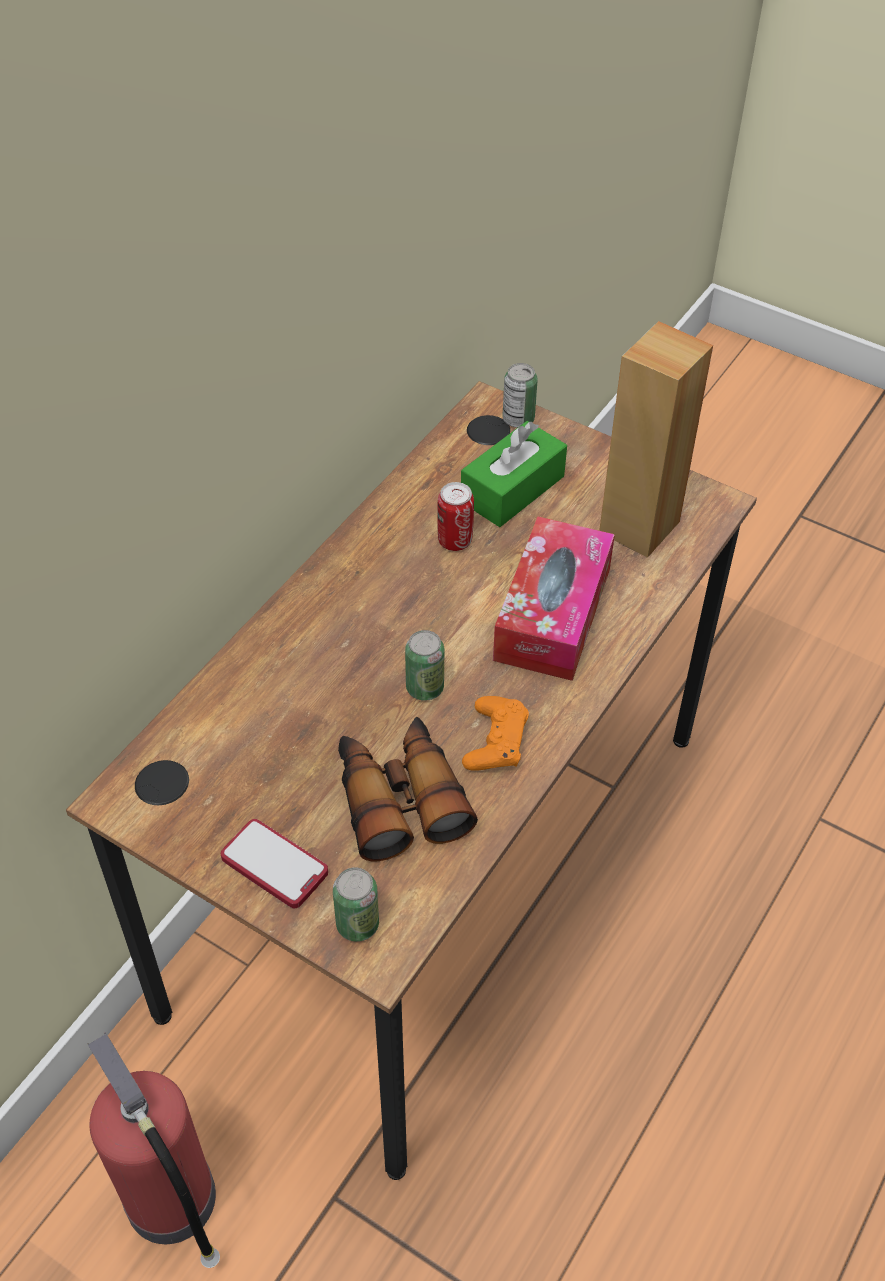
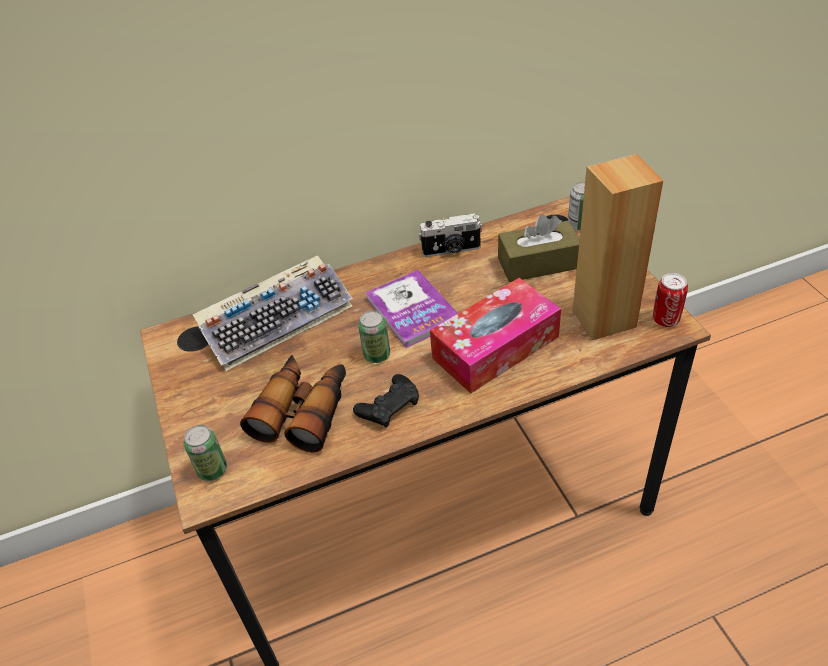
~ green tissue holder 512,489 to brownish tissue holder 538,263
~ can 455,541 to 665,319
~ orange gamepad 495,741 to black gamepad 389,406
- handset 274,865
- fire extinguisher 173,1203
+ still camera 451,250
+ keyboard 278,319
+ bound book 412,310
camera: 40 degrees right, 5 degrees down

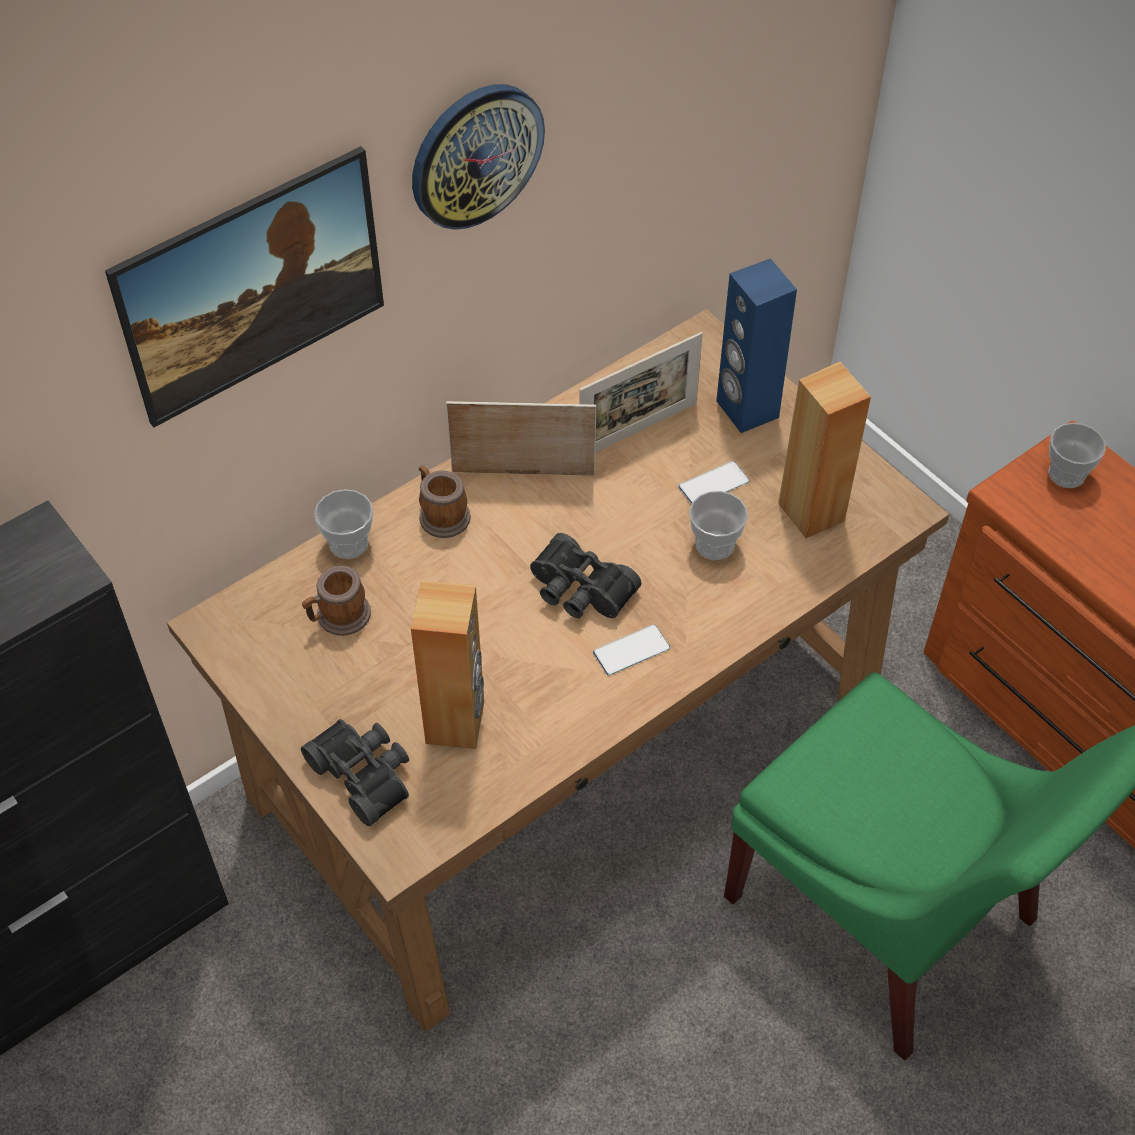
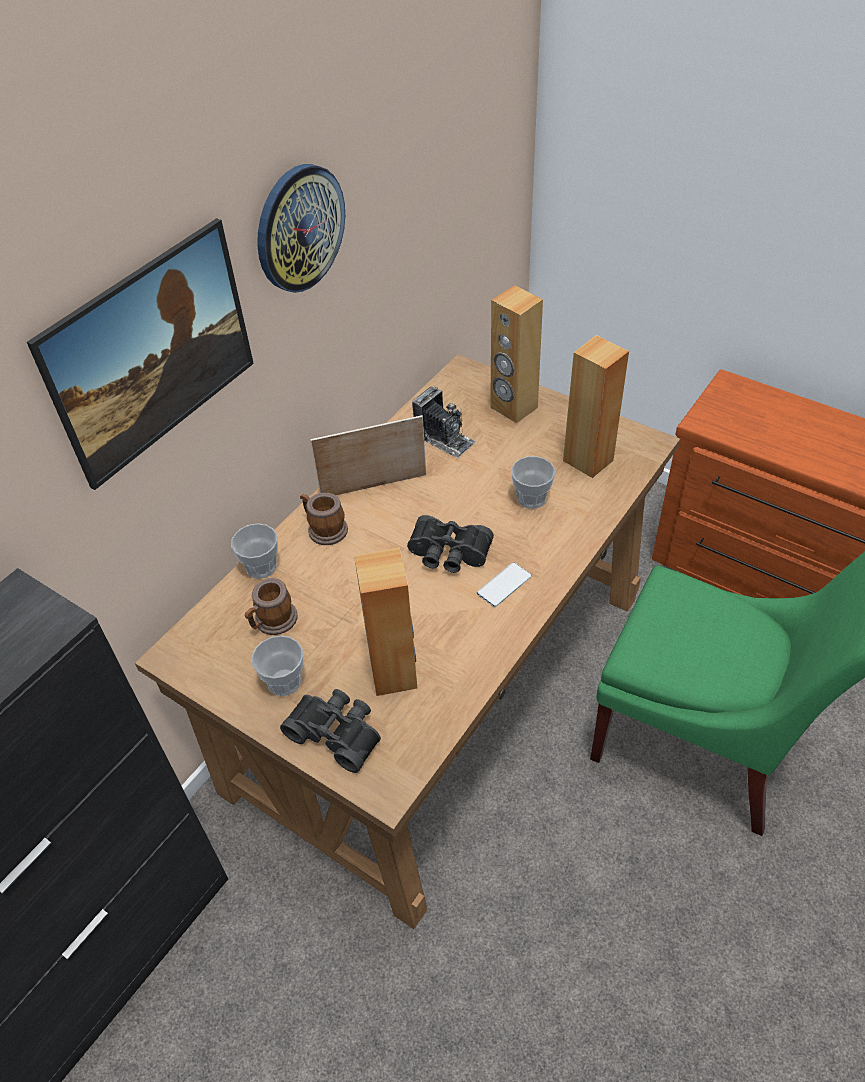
~ bluish speaker 746,409 to brownish speaker 513,408
~ standing frame 638,430 to still camera 444,439
~ cup 1066,474 to 284,681
- handset 713,484
camera: 15 degrees left, 5 degrees down

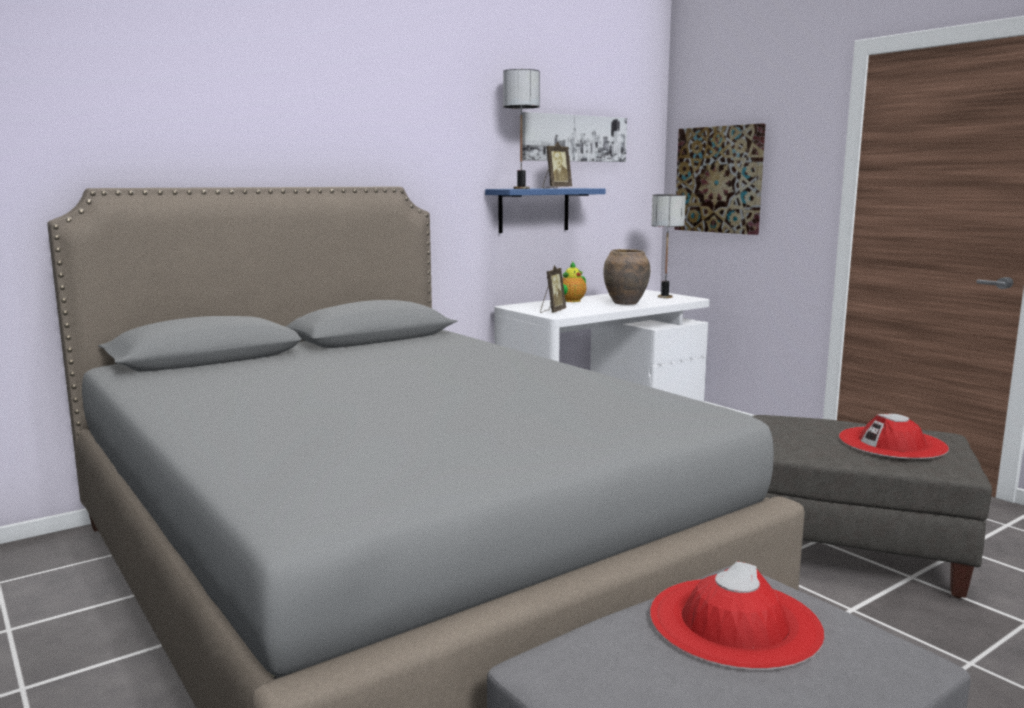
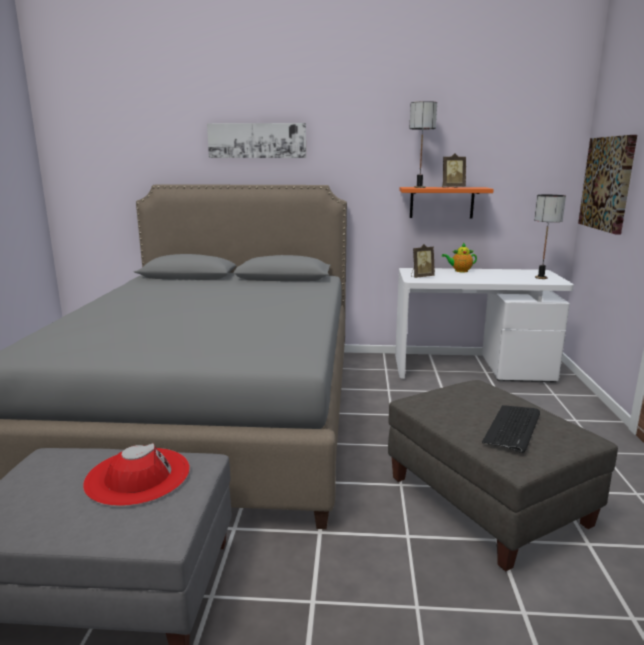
~ wall art 574,138 to 257,140
~ bluish shelf 534,210 to orange shelf 441,202
- brownish flower vase 625,303
~ reddish hat 892,443 to keyboard 513,428
camera: 40 degrees right, 5 degrees up

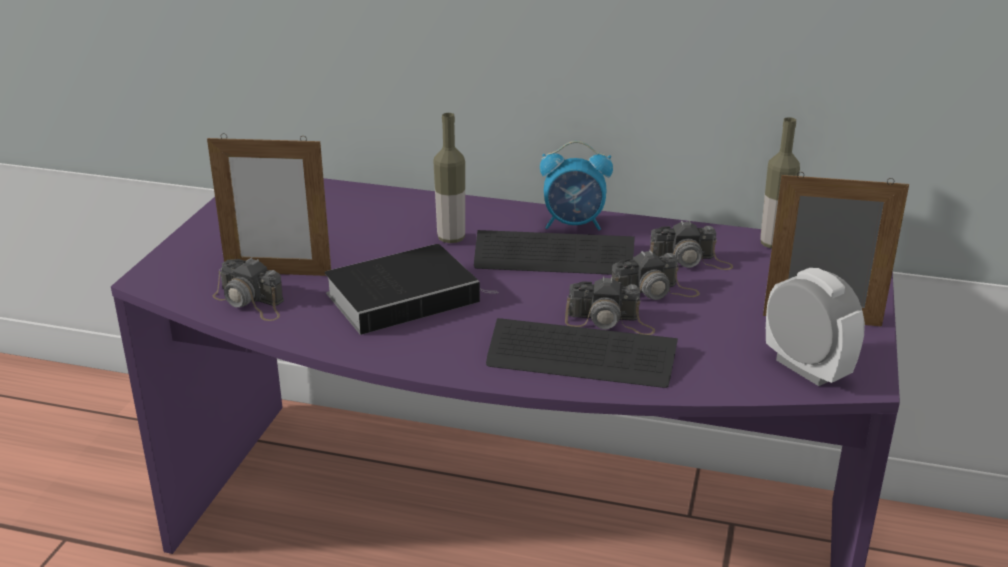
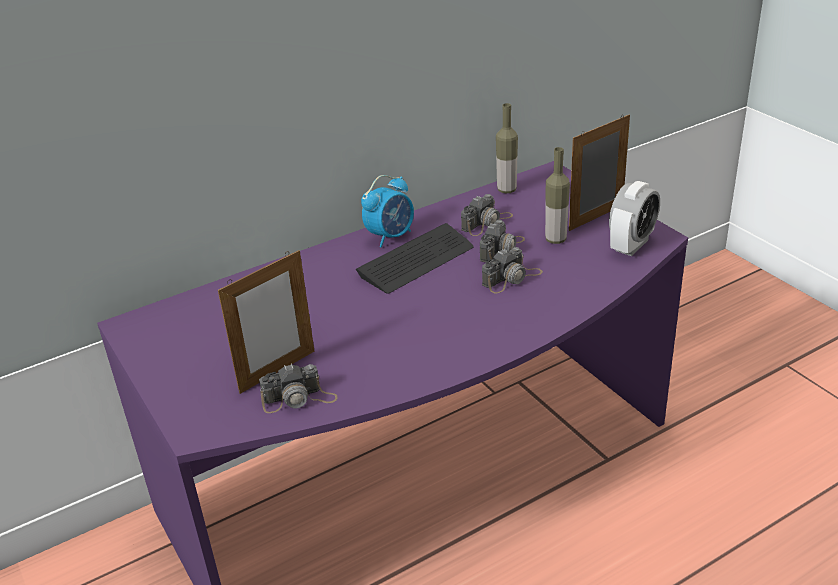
~ drink bottle 451,238 to 555,239
- bound book 406,295
~ bedside clock 806,368 = 631,245 120 degrees clockwise
- keyboard 581,356
camera: 45 degrees left, 5 degrees up

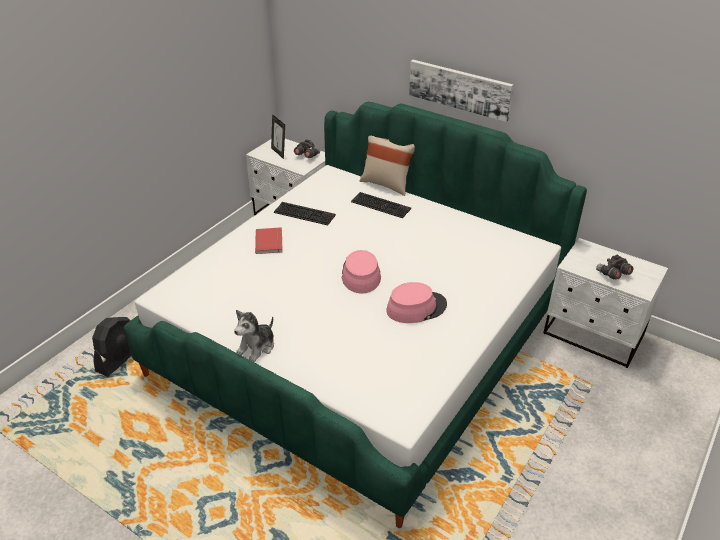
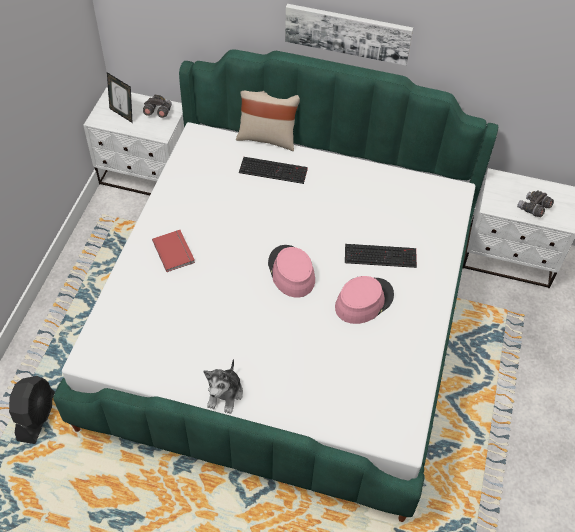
~ keyboard 305,213 to 381,255
camera: 20 degrees left, 15 degrees up

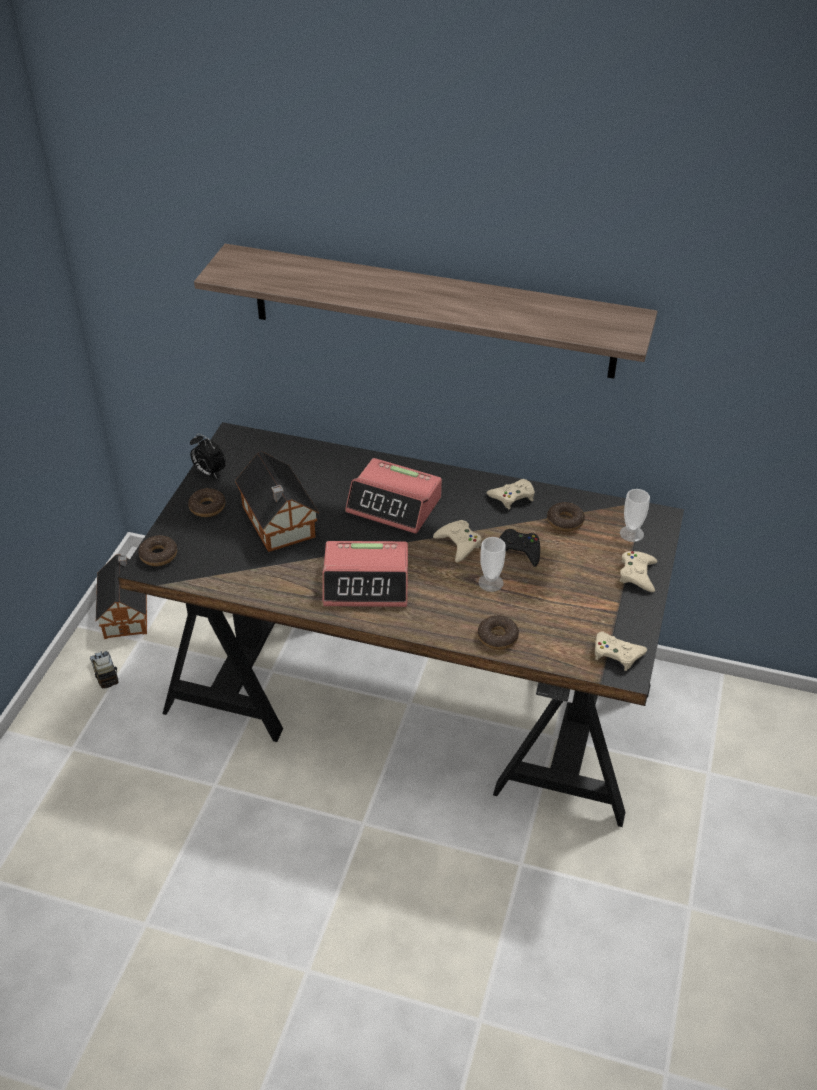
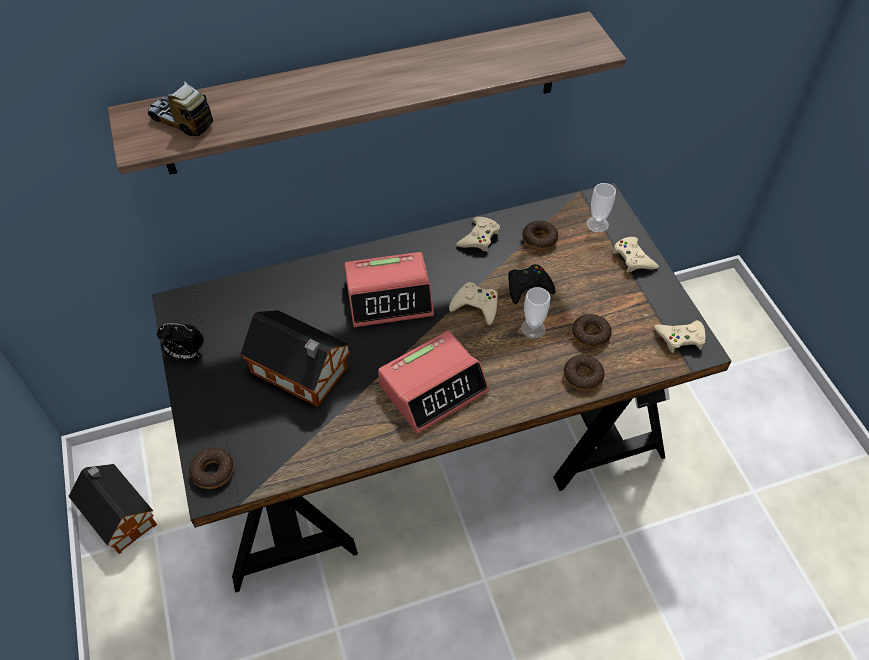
~ ring doughnut 207,507 to 590,335
~ toy lorry 105,673 to 182,122
camera: 35 degrees left, 10 degrees up

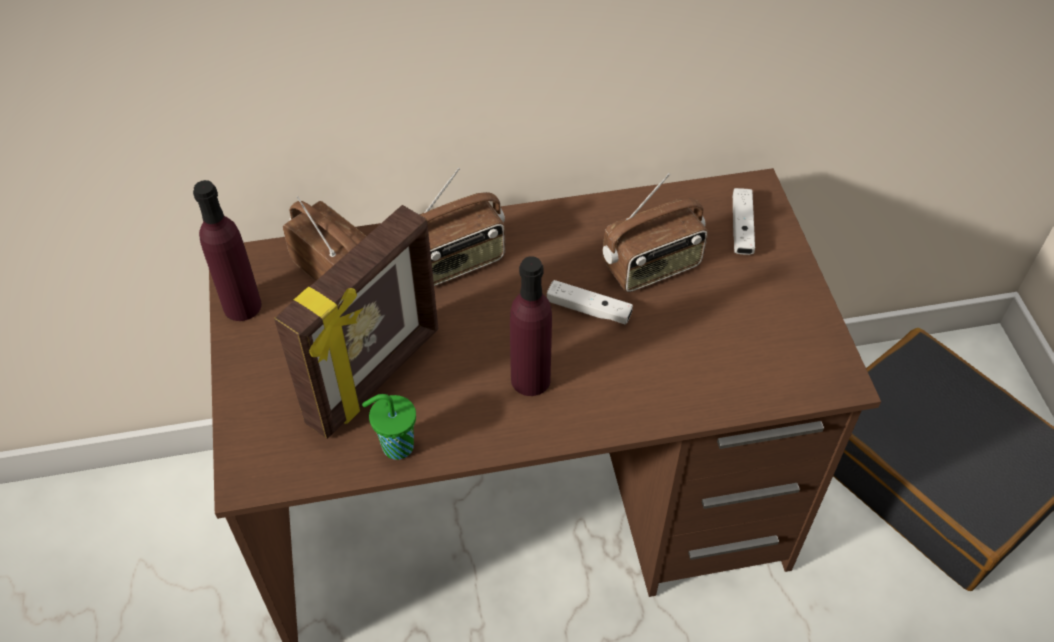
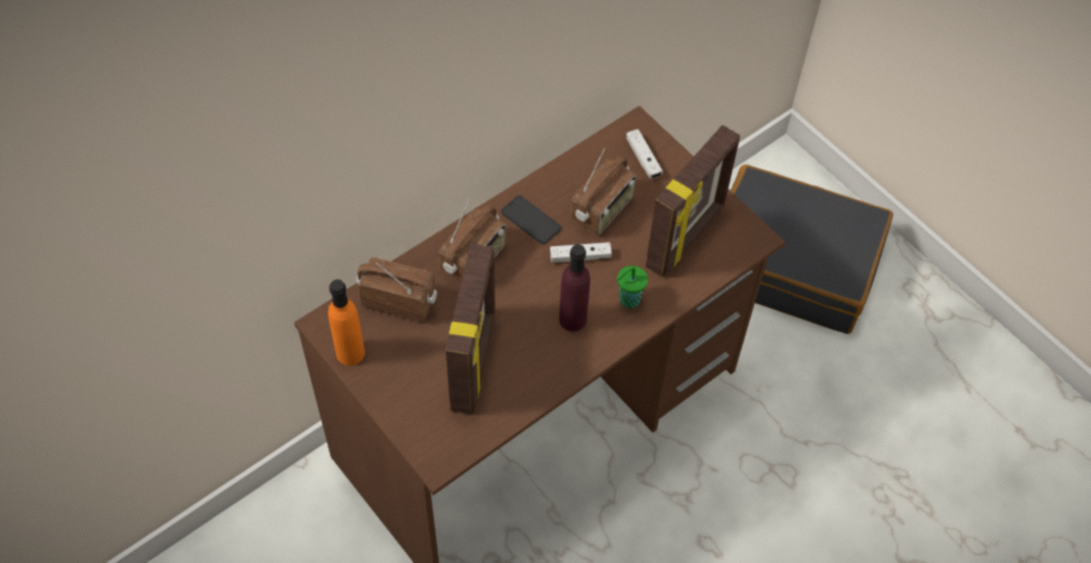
~ purple drink bottle 242,306 to orange drink bottle 350,353
~ green cup 395,446 to 628,300
+ standing frame 686,237
+ handset 531,220
camera: 30 degrees left, 5 degrees up

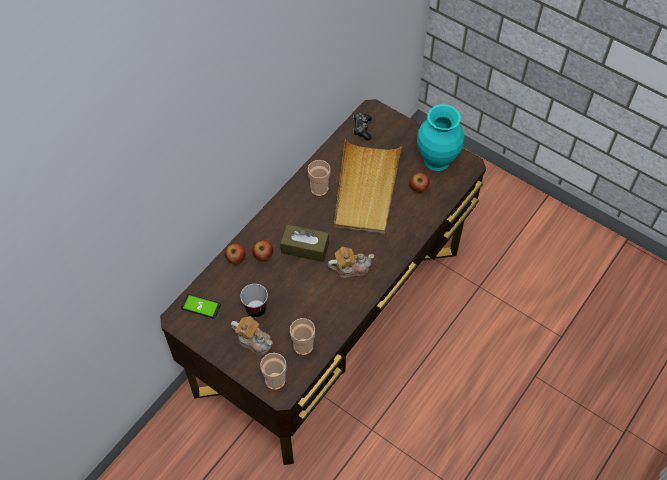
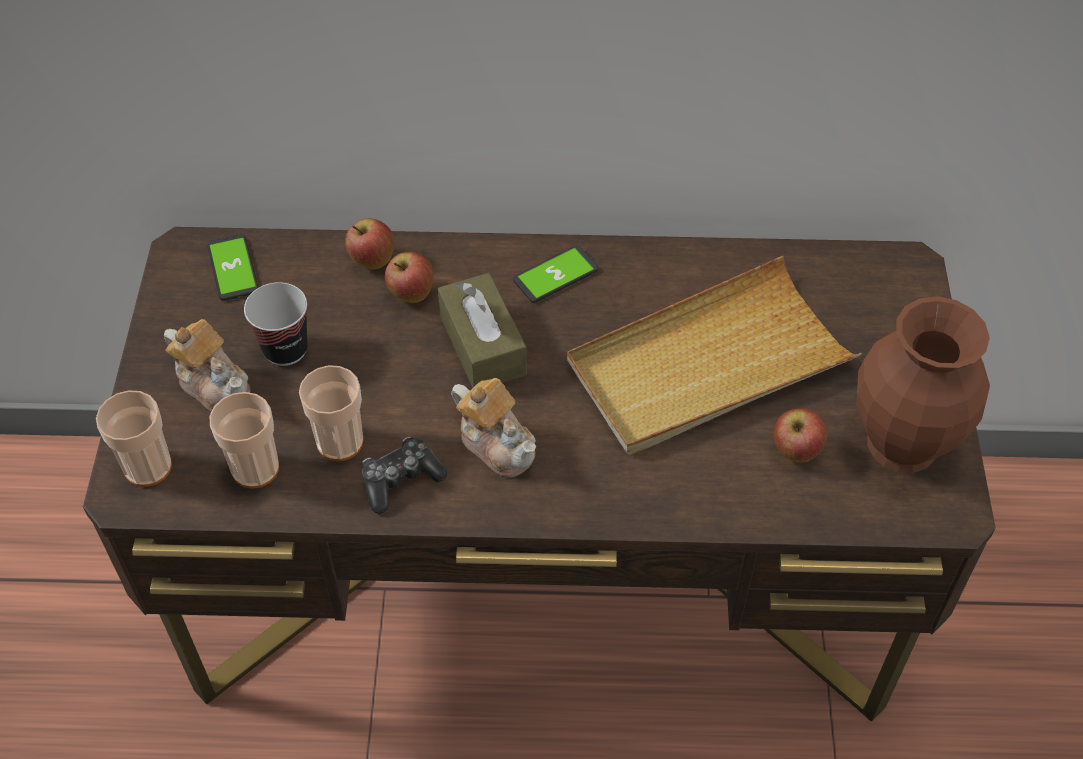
~ turquoise flower vase 436,160 to brownish flower vase 901,441
~ gamepad 362,129 to 400,480
~ cup 319,189 to 340,442
~ teapot 254,340 = 214,384 45 degrees counterclockwise
+ handset 556,275
camera: 55 degrees right, 5 degrees down

